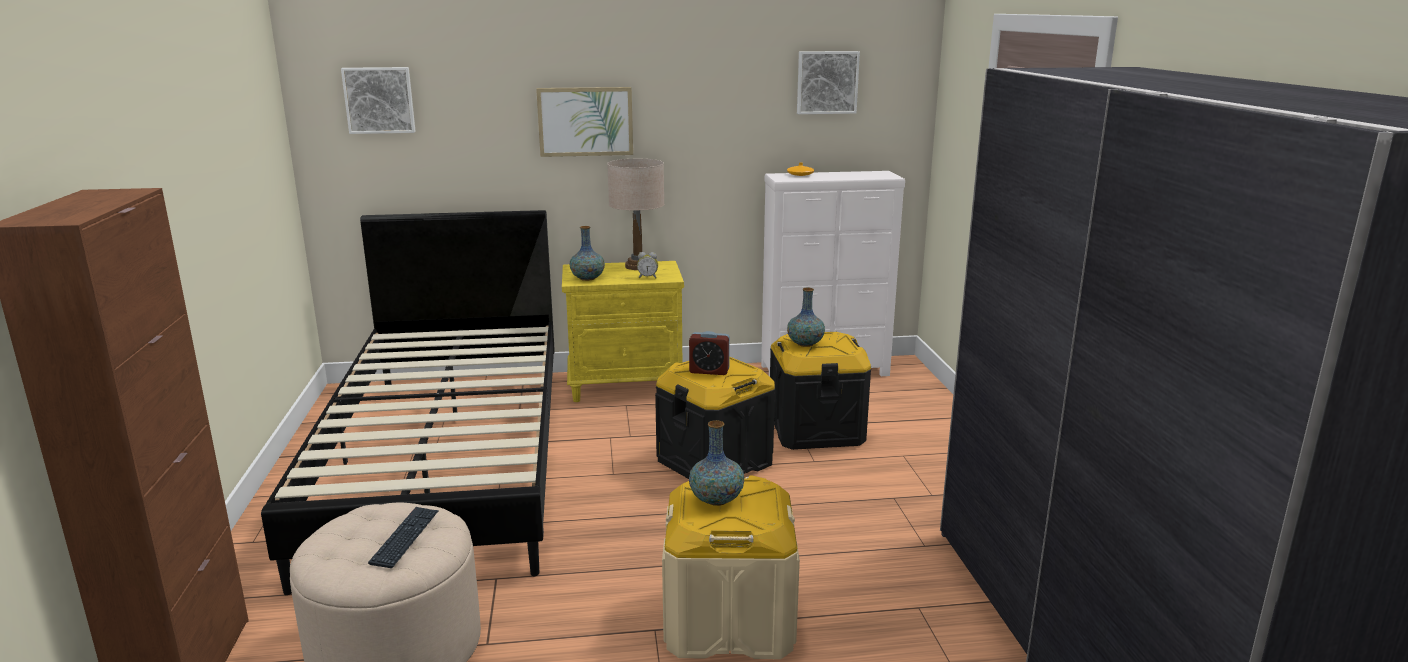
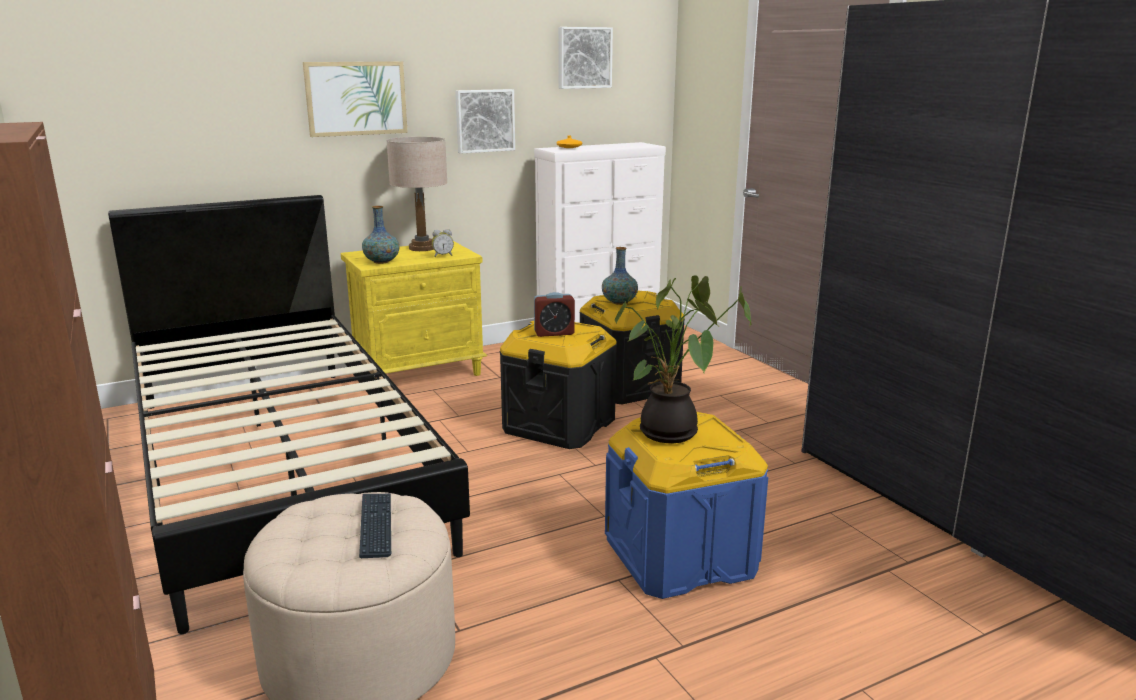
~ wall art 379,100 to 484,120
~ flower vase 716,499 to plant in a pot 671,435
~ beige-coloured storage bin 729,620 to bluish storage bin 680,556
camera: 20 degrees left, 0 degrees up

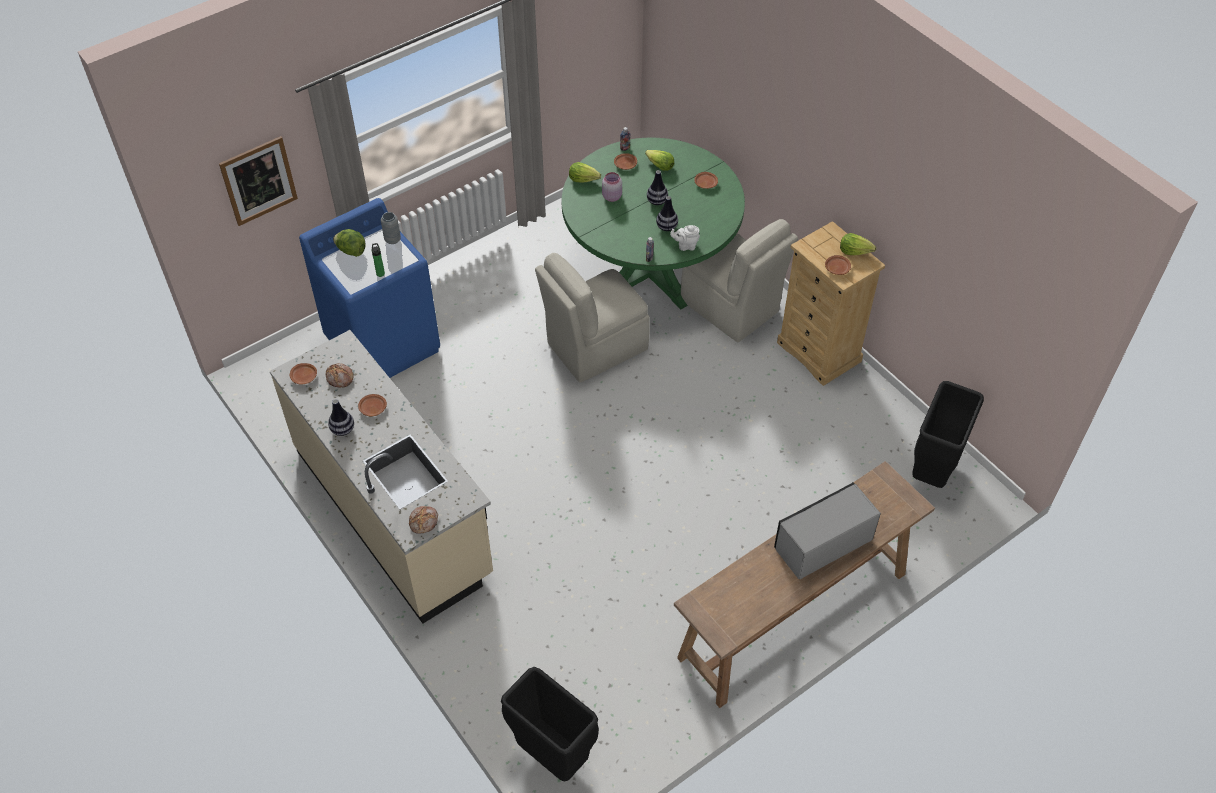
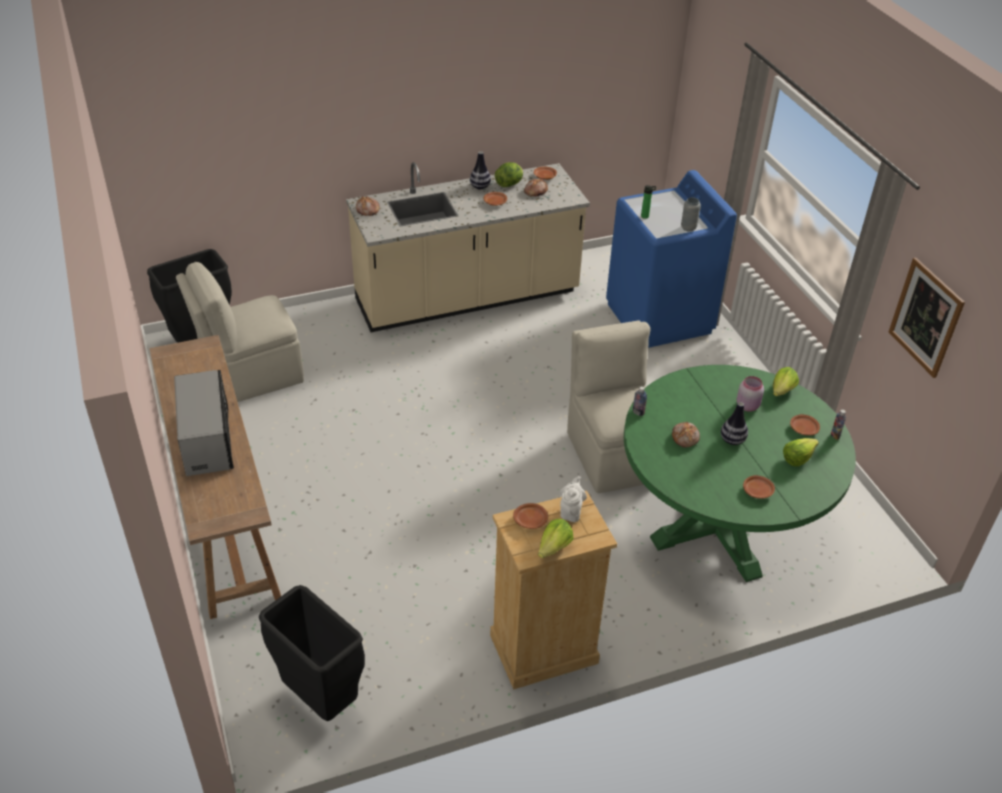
~ wall art 258,180 to 926,317
~ flower vase 666,227 to bread 685,438
~ beige-coloured upright chair 731,307 to 250,376
~ white teapot 685,246 to 571,511
~ head of lettuce 351,251 to 509,184
camera: 105 degrees right, 10 degrees down

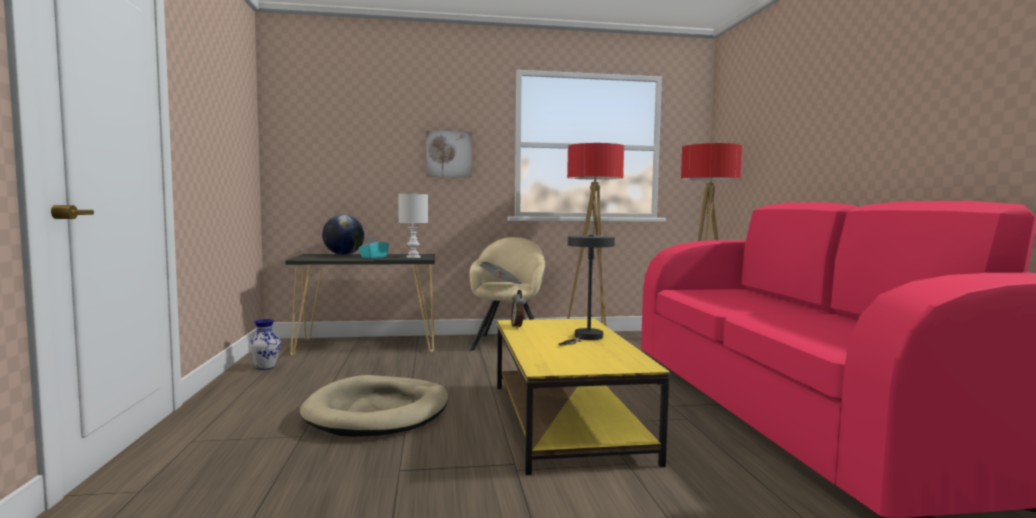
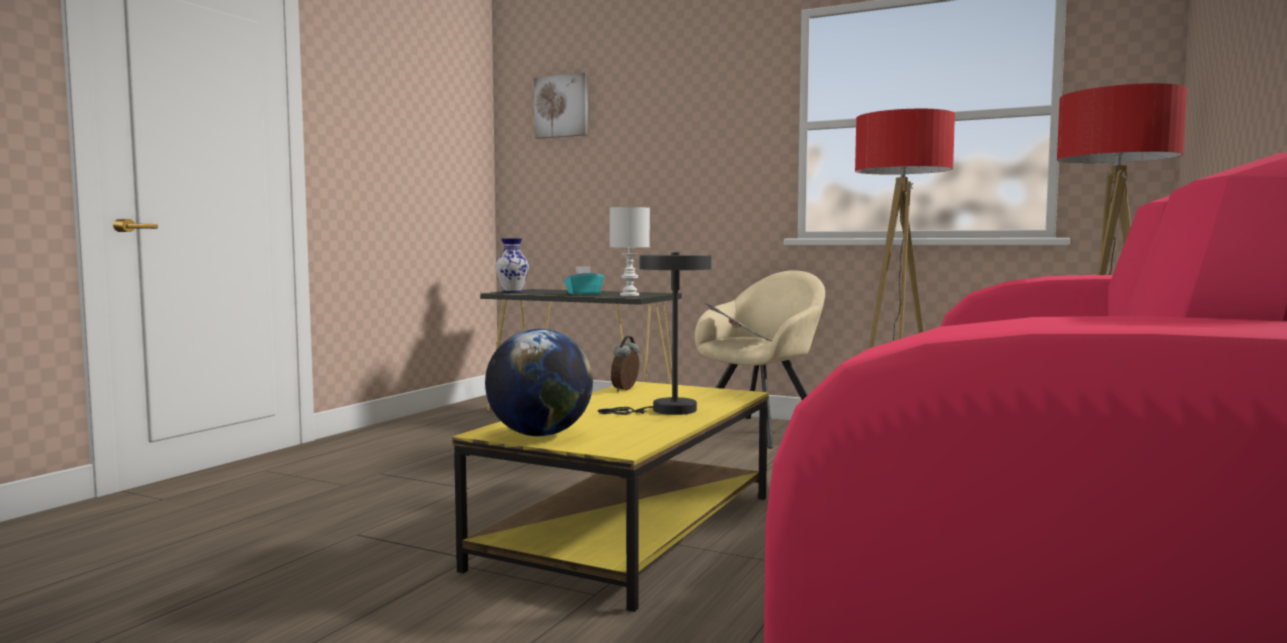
~ wall art 449,154 to 562,106
~ desk globe 343,255 to 540,435
~ flower vase 264,367 to 511,291
- beige-coloured dog bed 378,412
camera: 35 degrees right, 0 degrees up

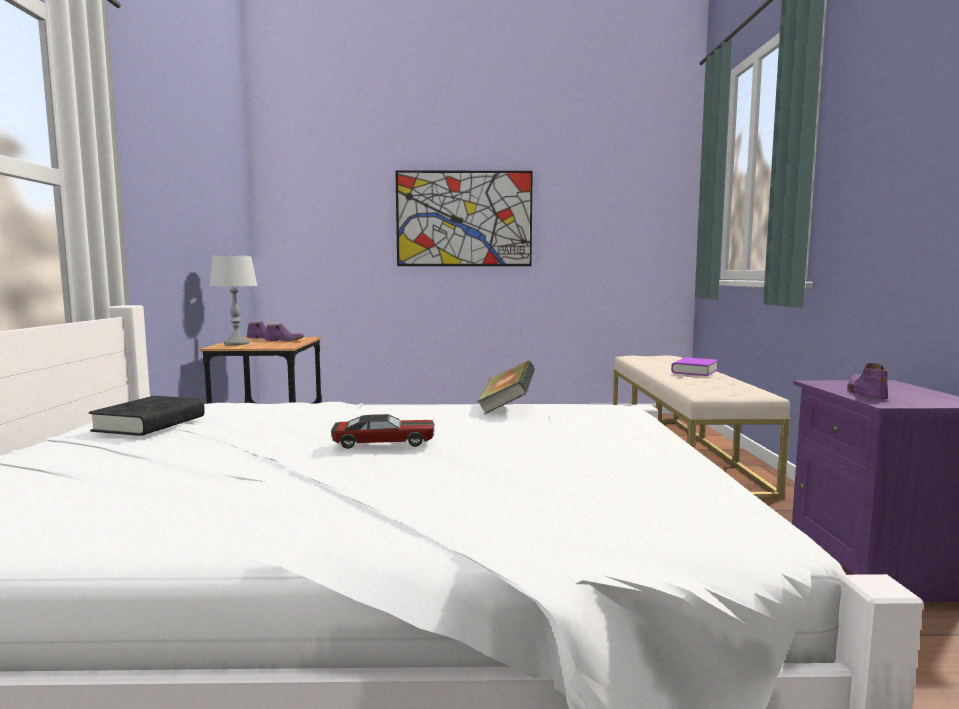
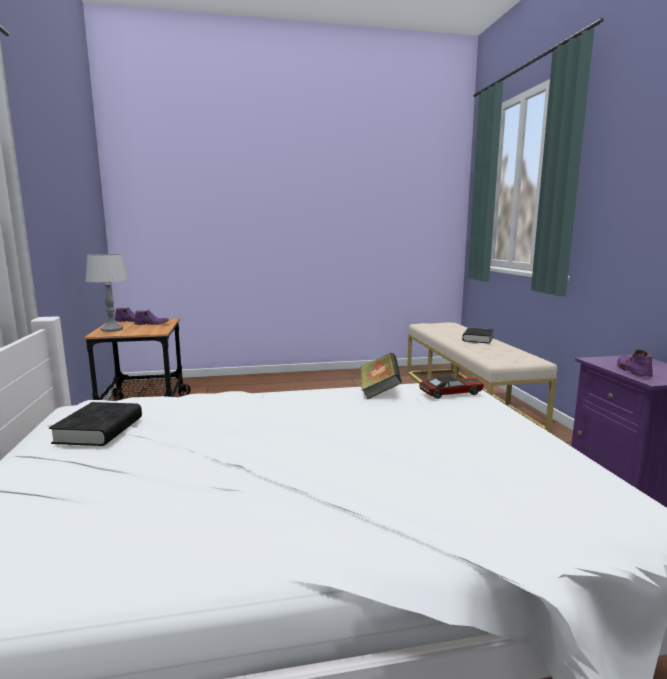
- wall art 464,219
~ purple bound book 694,371 to black bound book 477,339
~ miniature car 384,442 to 451,393
camera: 10 degrees left, 5 degrees up

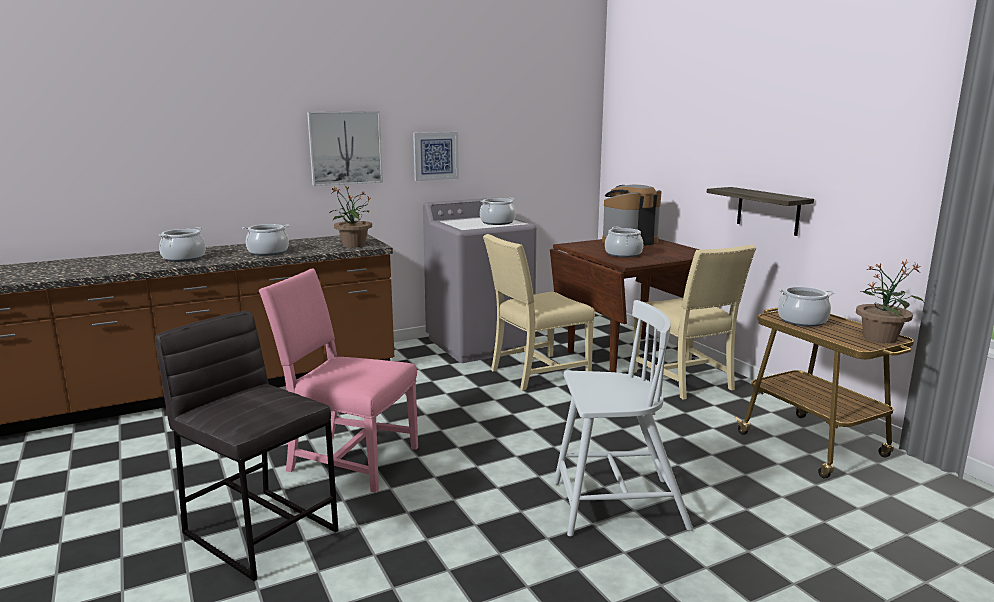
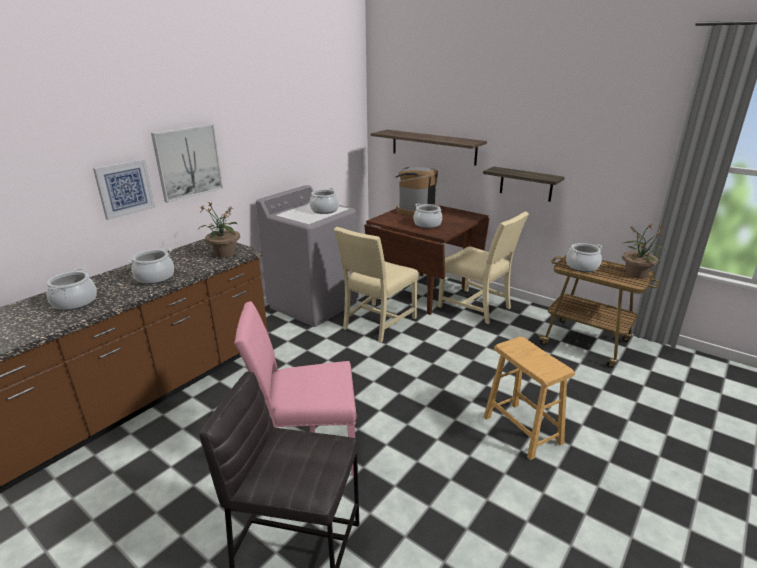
~ wall art 435,156 to 124,188
~ white upright chair 616,506 to brownish stool seat 522,430
+ shelf 433,147
camera: 25 degrees left, 10 degrees up

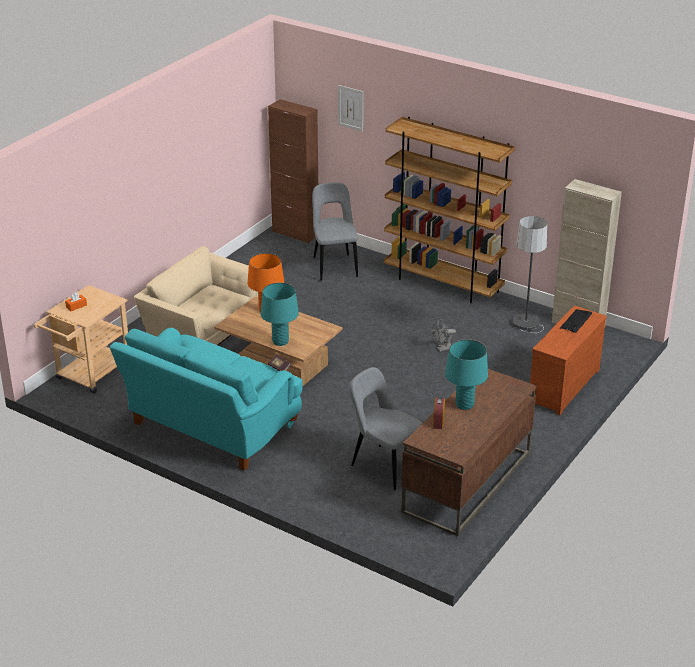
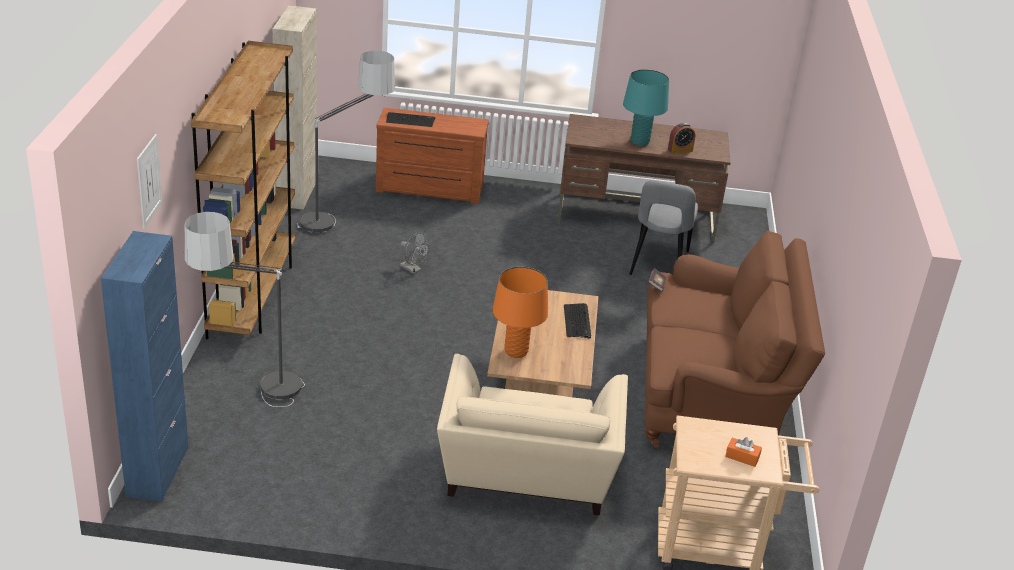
~ brownish storage cabinet 295,233 to bluish storage cabinet 158,471
~ greyish upright chair 334,266 to standing lamp 252,400
~ turquoise lamp for a table 280,341 to keyboard 577,321
~ turquoise couch 211,427 to brownish couch 713,396
camera: 120 degrees left, 0 degrees up

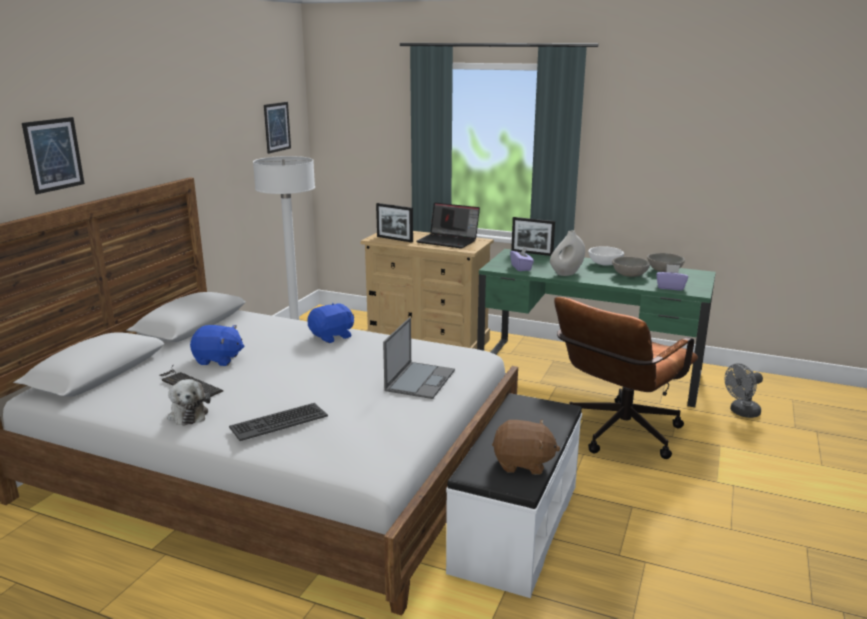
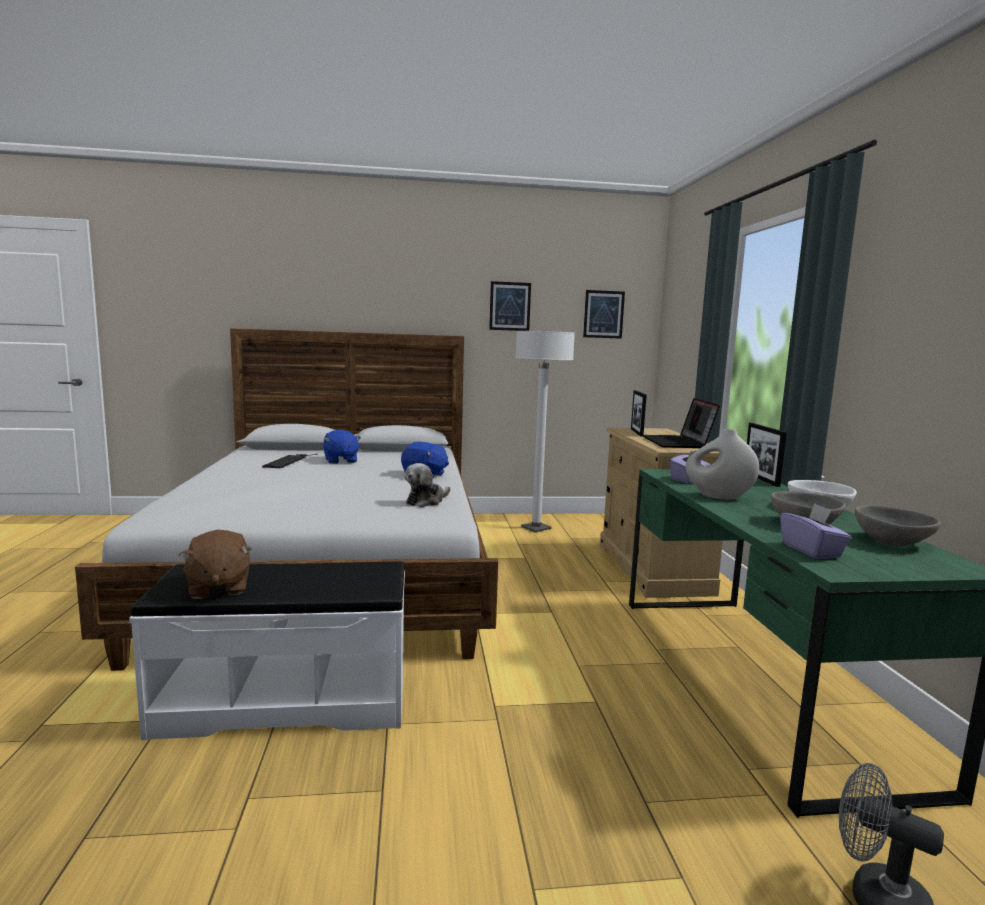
~ wall art 54,154 to 510,306
- brownish office chair 617,435
- laptop 420,380
~ cuddly toy 188,414 to 426,501
- keyboard 278,422
camera: 60 degrees right, 10 degrees down

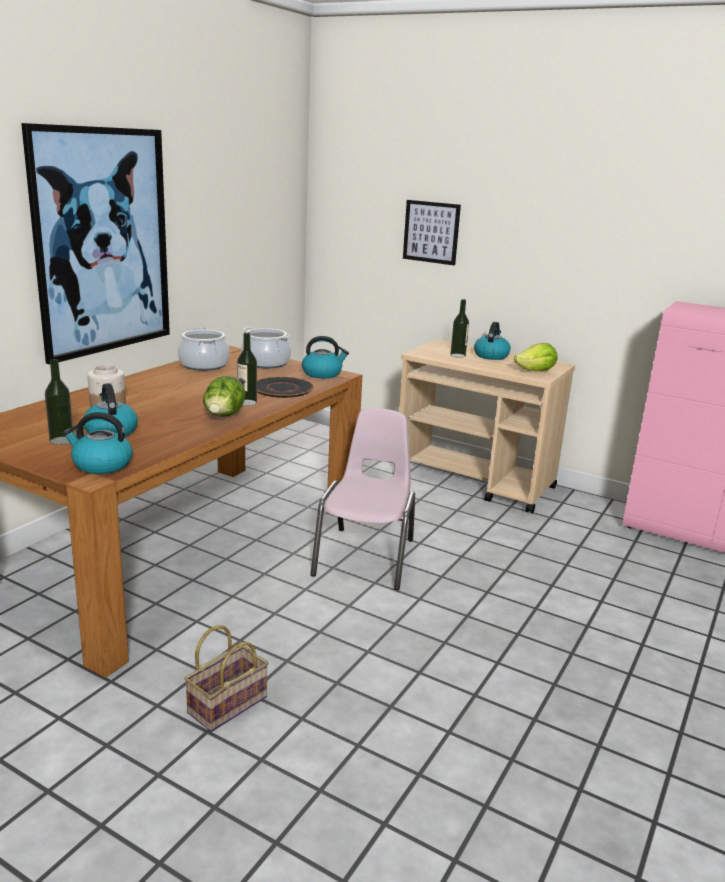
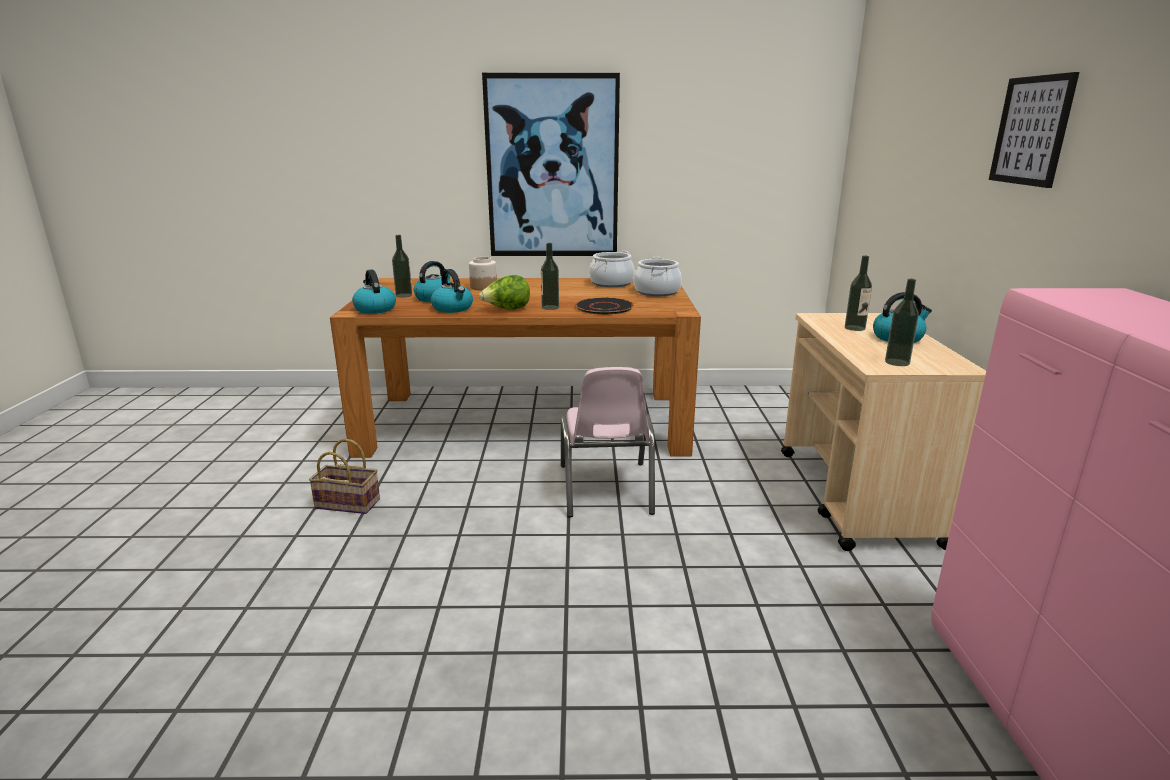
~ wall art 431,232 to 1031,131
~ kettle 322,373 to 453,308
~ head of lettuce 536,371 to drink bottle 897,362
~ pinkish upright chair 366,557 = 605,489 105 degrees clockwise
camera: 60 degrees right, 0 degrees up

